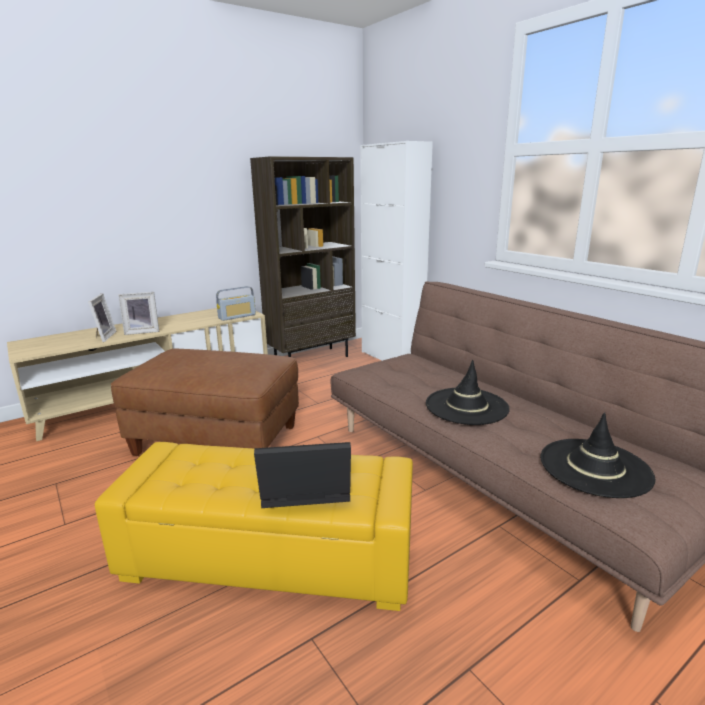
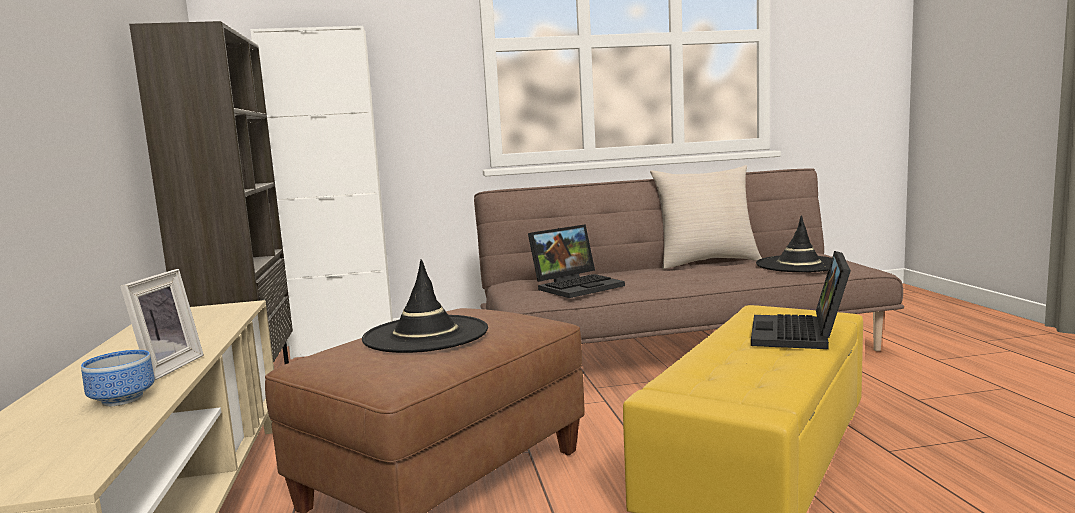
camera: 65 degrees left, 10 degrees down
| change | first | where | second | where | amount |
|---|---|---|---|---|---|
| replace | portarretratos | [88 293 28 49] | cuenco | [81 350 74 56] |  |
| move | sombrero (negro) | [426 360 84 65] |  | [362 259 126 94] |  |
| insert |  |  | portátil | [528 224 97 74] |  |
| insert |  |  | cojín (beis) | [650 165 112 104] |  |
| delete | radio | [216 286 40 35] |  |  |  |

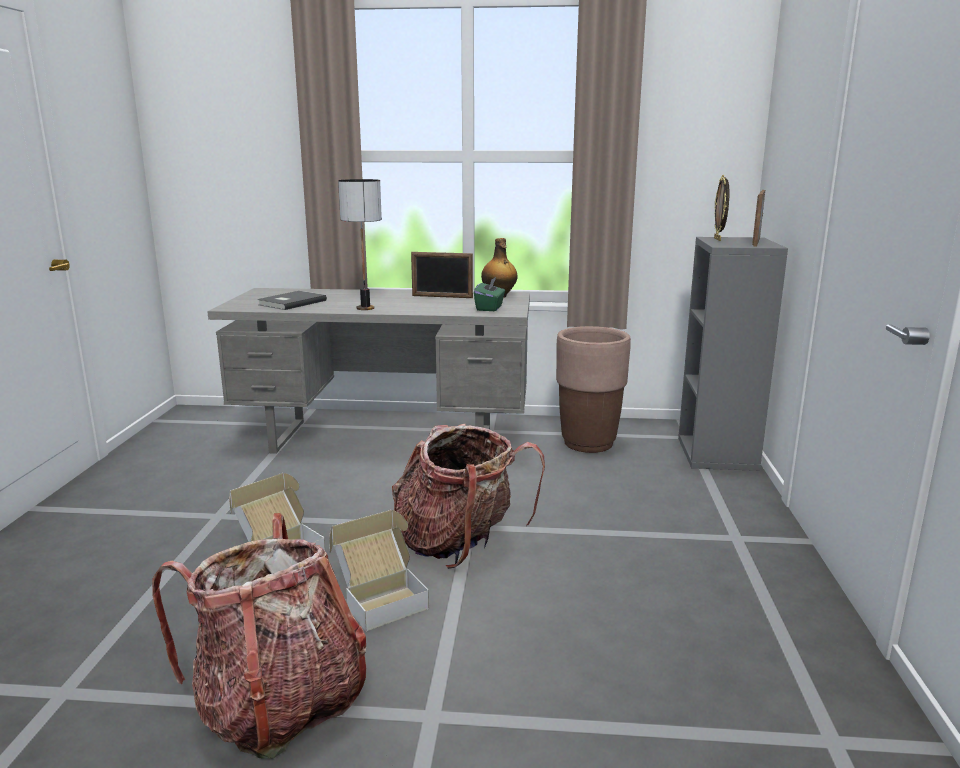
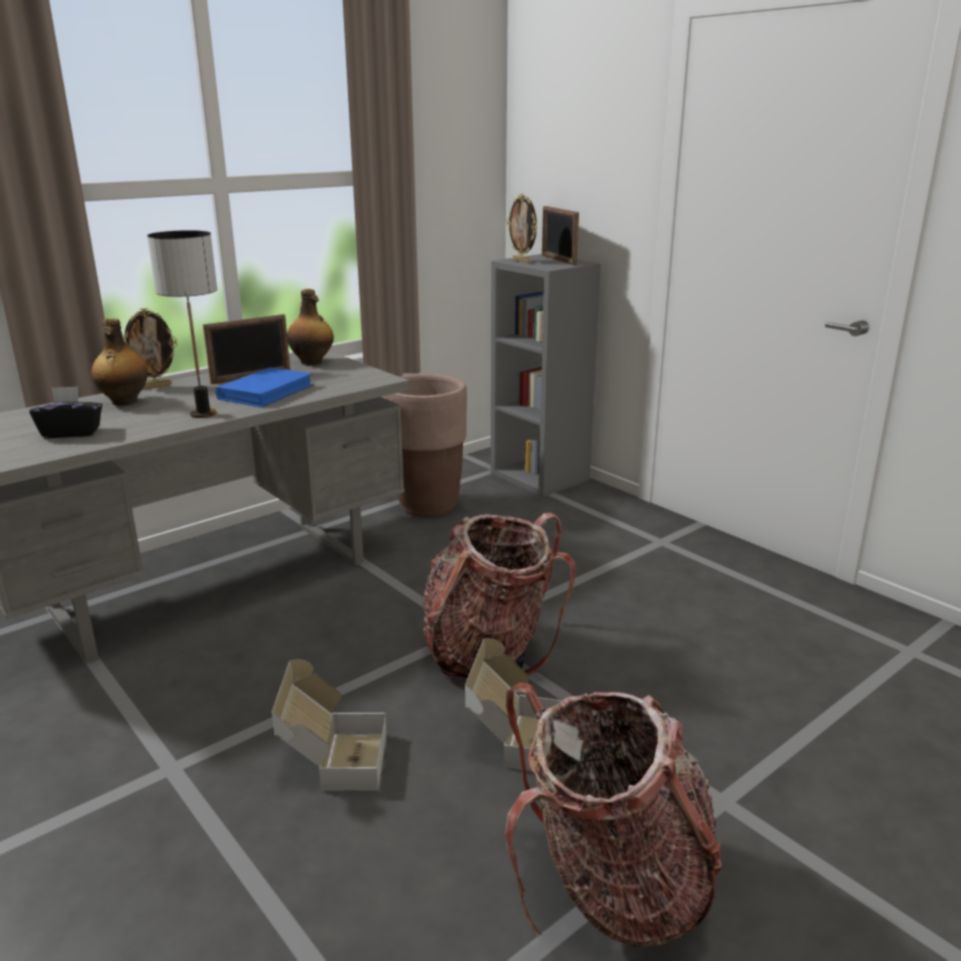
camera: 45 degrees left, 5 degrees up
| change | first | where | second | where | amount |
|---|---|---|---|---|---|
| replace | libro (gris) | [257 291 70 19] | caja de pañuelos (negro) | [29 386 73 52] |  |
| insert |  |  | botella | [91 318 57 88] |  |
| insert |  |  | portarretratos | [124 308 53 81] |  |
| insert |  |  | libro (azul) | [216 367 99 40] |  |
| delete | caja de pañuelos (verde) | [474 277 31 34] |  |  |  |

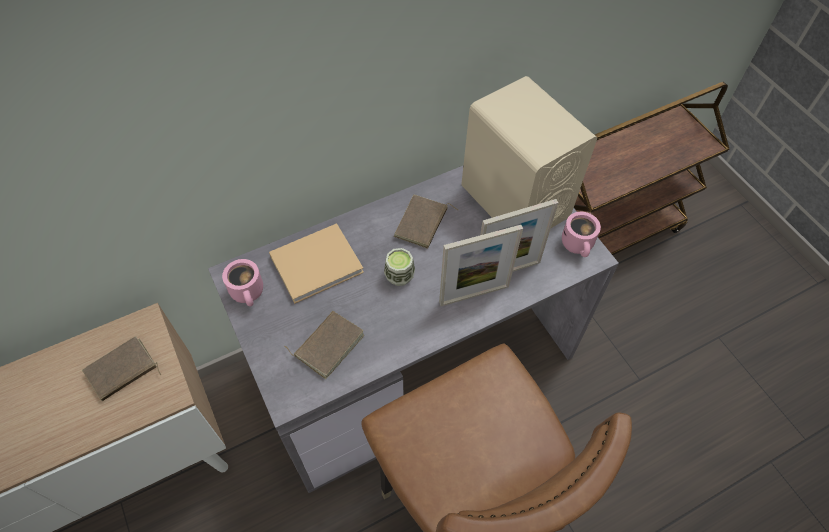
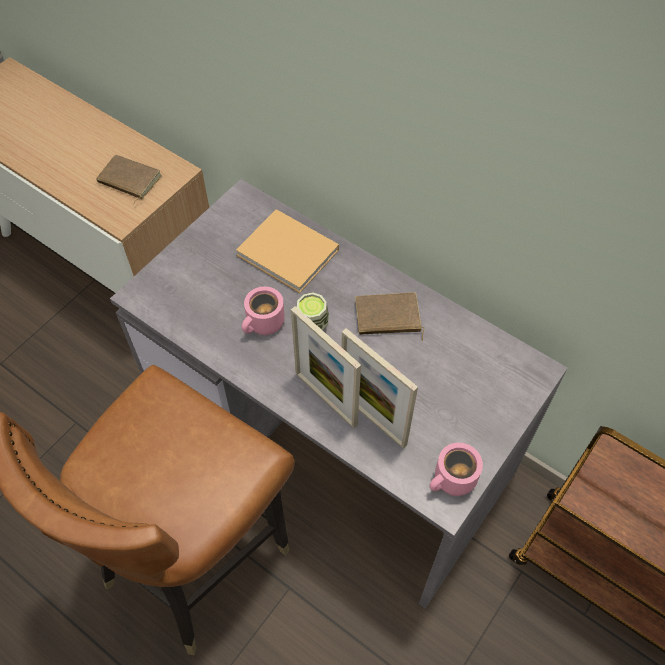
camera: 65 degrees right, 0 degrees up
| change | first | where | second | where | amount |
|---|---|---|---|---|---|
| move | taza grande (rosa) | [222 259 41 47] |  | [242 287 43 48] |  |
| delete | libro (marrón) | [284 311 80 68] |  |  |  |
| delete | altavoz (beis) | [461 76 136 152] |  |  |  |

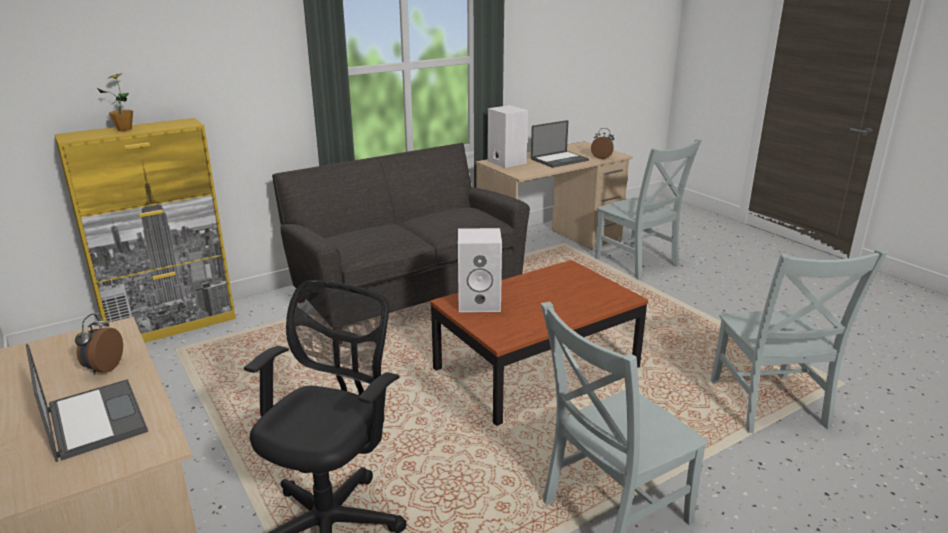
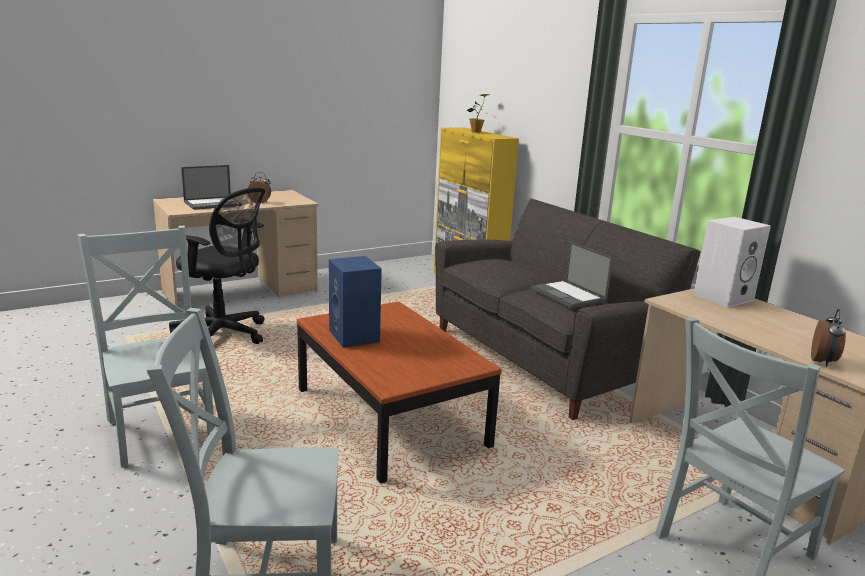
camera: 90 degrees right, 5 degrees down
| change | first | where | second | where | amount |
|---|---|---|---|---|---|
| insert |  |  | altavoz (azul) | [329 256 53 92] |  |
| move | portátil | [531 120 58 48] |  | [531 242 82 66] |  |
| delete | altavoz (blanco) | [458 228 44 84] |  |  |  |

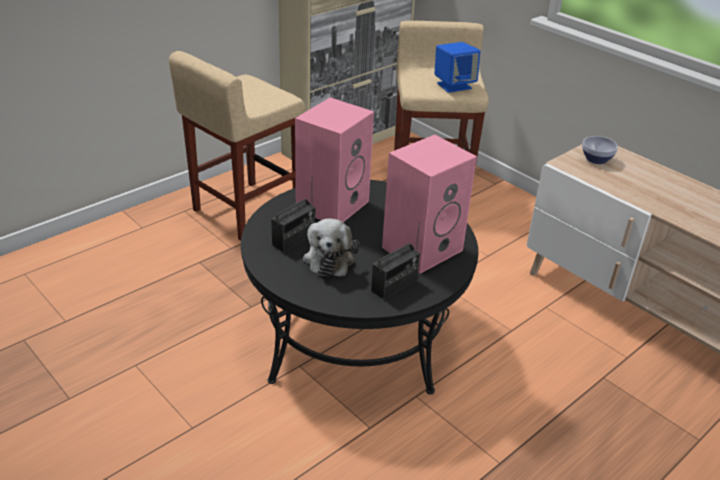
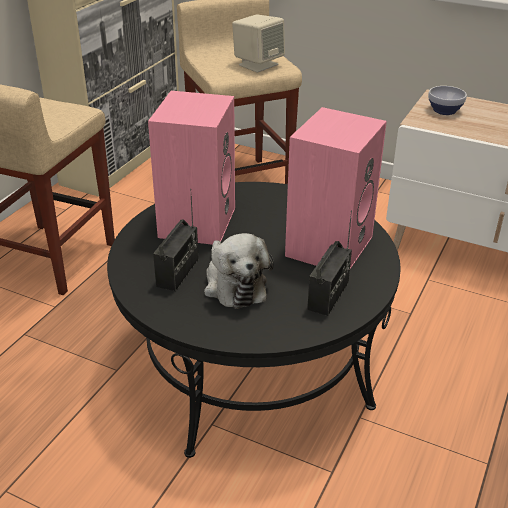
camera: 20 degrees left, 0 degrees up
| change | first | where | second | where | amount |
|---|---|---|---|---|---|
| recolor | altavoz (azul) | [434 42 46 51] | altavoz (beis) | [232 14 53 59] |  |

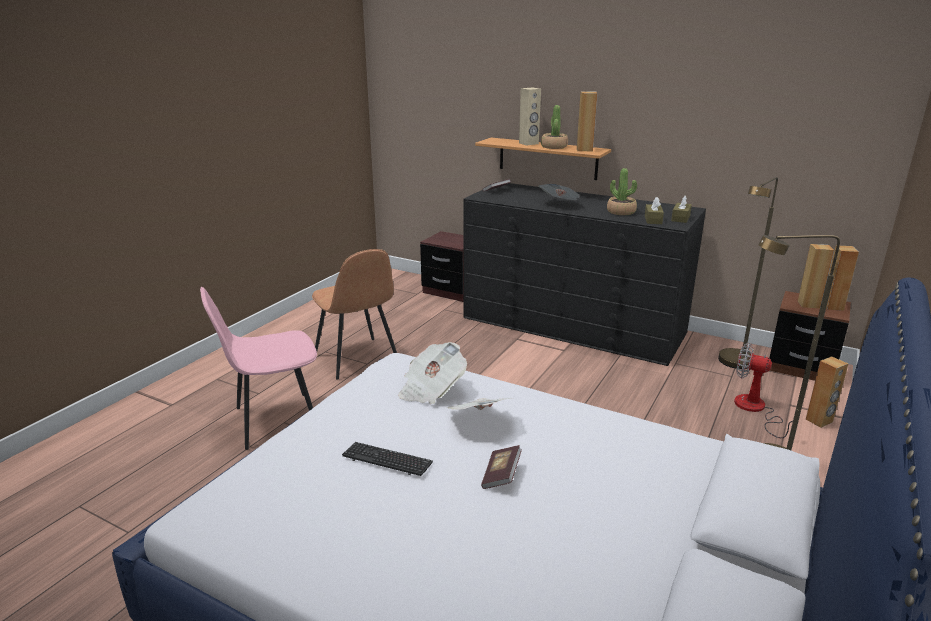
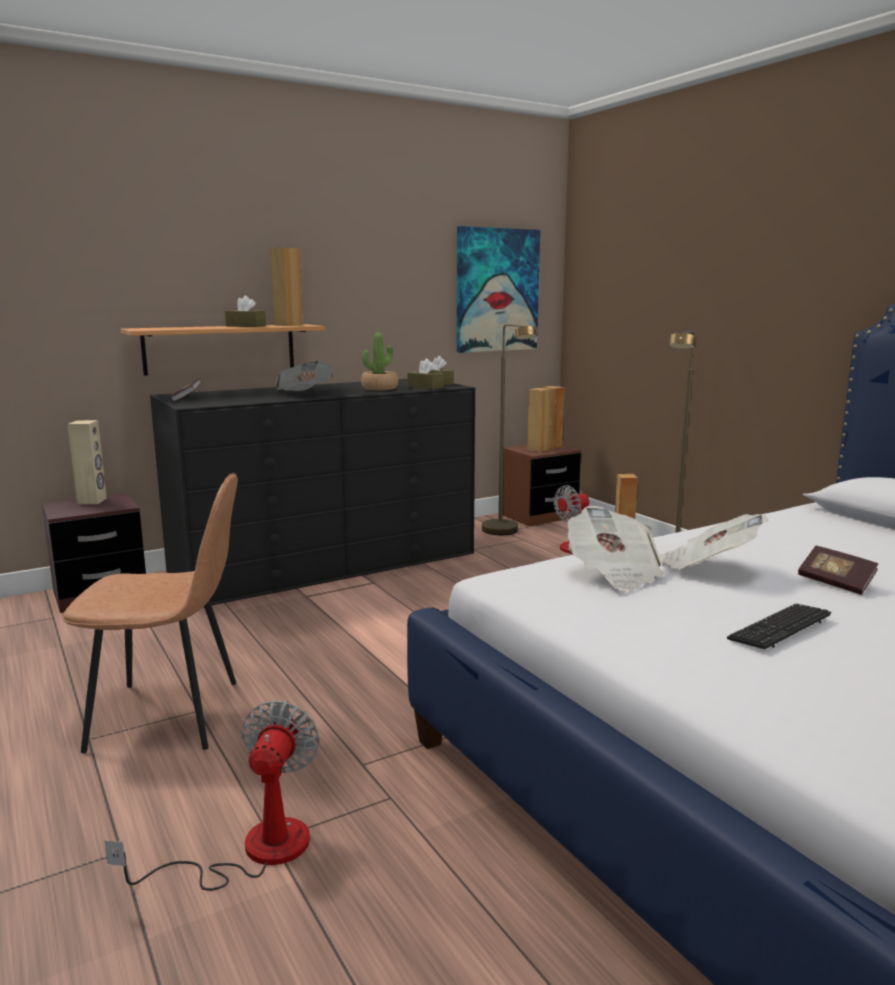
camera: 60 degrees left, 10 degrees down
| change | first | where | second | where | amount |
|---|---|---|---|---|---|
| move | altavoz (beis) | [519 87 22 58] |  | [68 420 39 84] |  |
| replace | silla (rosa) | [200 287 117 163] | ventilador | [105 700 215 191] |  |
| replace | planta en maceta | [541 105 27 44] | caja de pañuelos (marrón) | [225 296 41 31] |  |
| insert |  |  | cuadro | [457 226 83 127] |  |

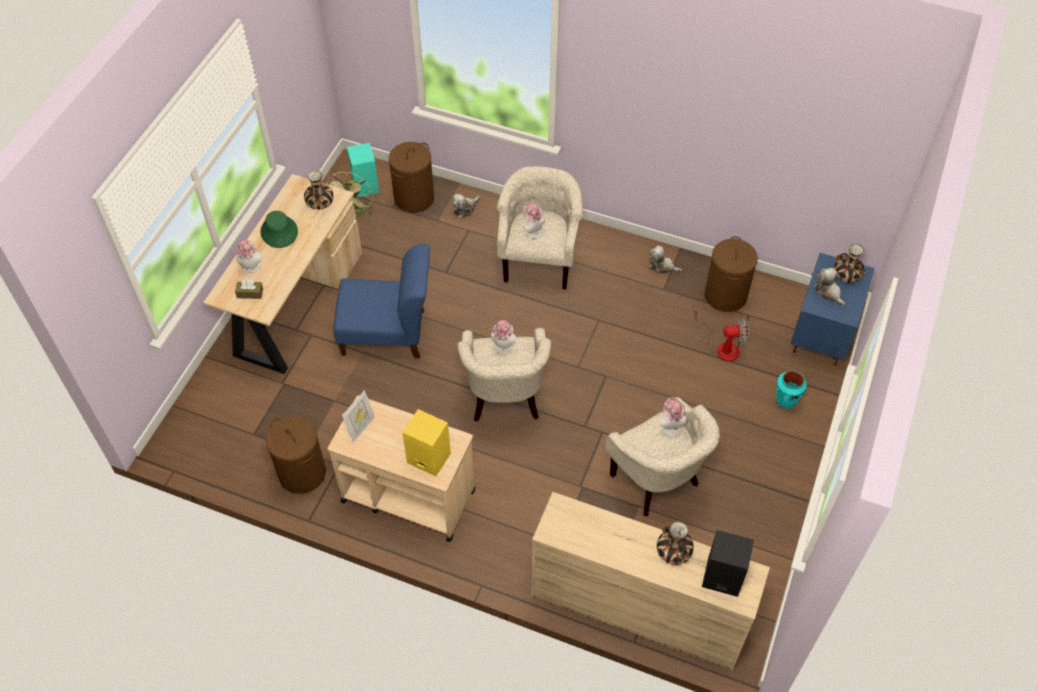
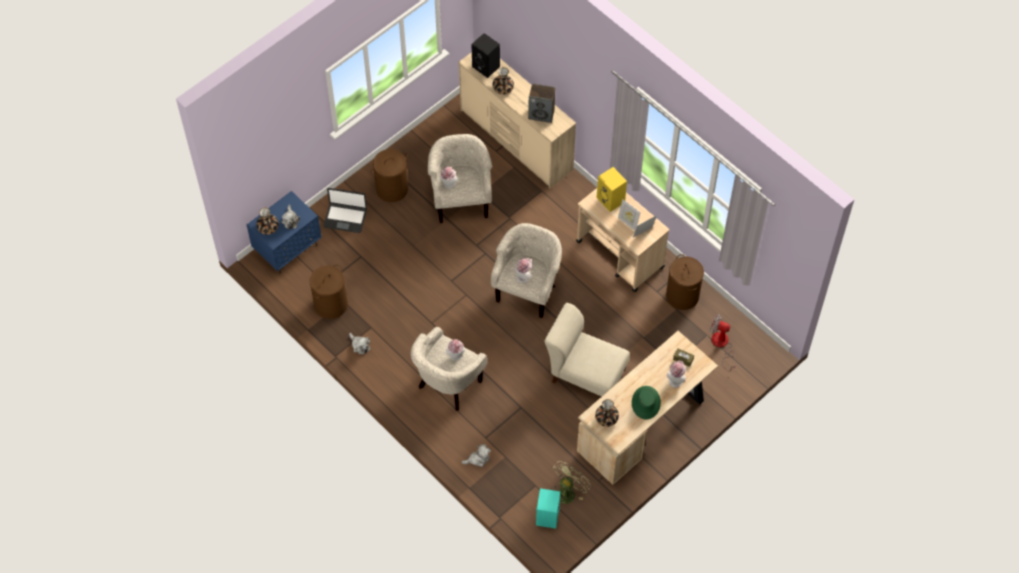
camera: 155 degrees left, 5 degrees up
| change | first | where | second | where | amount |
|---|---|---|---|---|---|
| replace | florero (turquesa) | [776 371 31 38] | portátil | [323 188 44 45] |  |
| move | cesto de la ropa (marrón) | [389 142 45 71] |  | [371 149 37 53] |  |
| insert |  |  | altavoz | [528 84 27 39] |  |
| recolor | silla (azul) | [333 244 97 115] | silla (beis) | [544 303 86 94] |  |
| insert |  |  | portarretratos | [618 199 23 31] |  |
| move | ventilador | [692 307 57 55] |  | [710 314 26 57] |  |

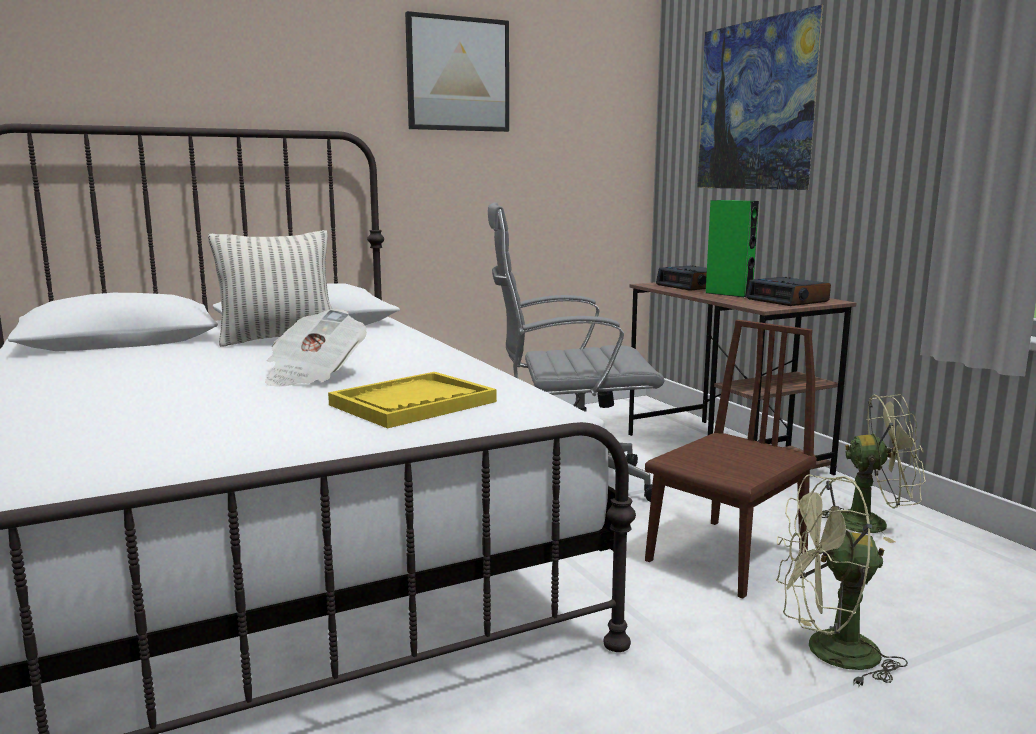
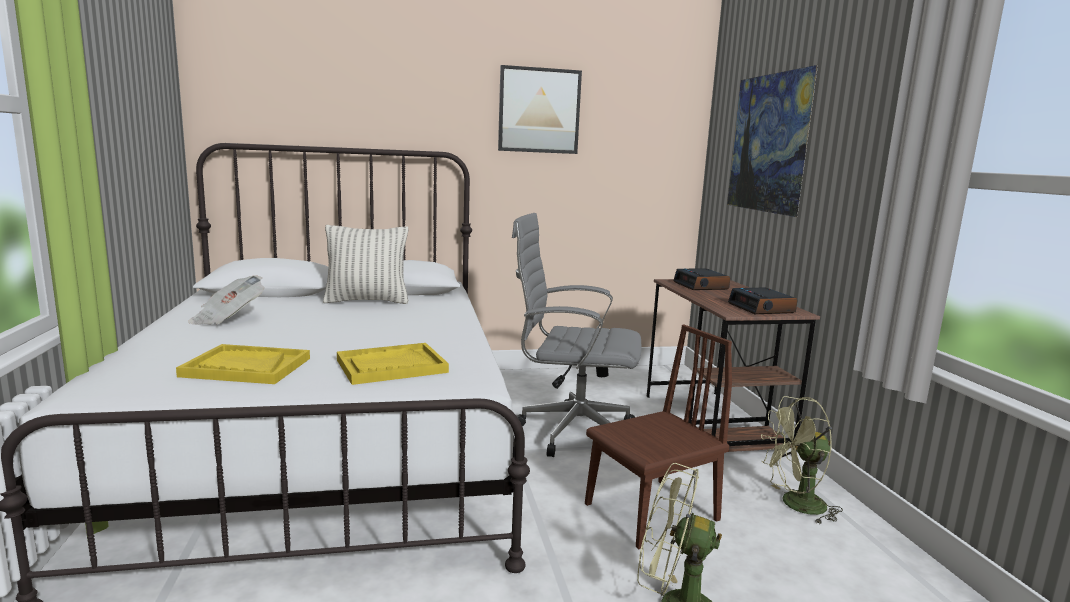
camera: 15 degrees right, 0 degrees up
| change | first | where | second | where | amount |
|---|---|---|---|---|---|
| insert |  |  | bandeja (amarillo) | [176 344 134 40] |  |
| move | periódico | [265 309 102 78] |  | [188 275 76 50] |  |
| rotate | ventilador (verde) | [821 394 105 149] |  | [761 396 82 128] | 150 degrees clockwise |
| delete | altavoz (verde) | [706 200 53 98] |  |  |  |

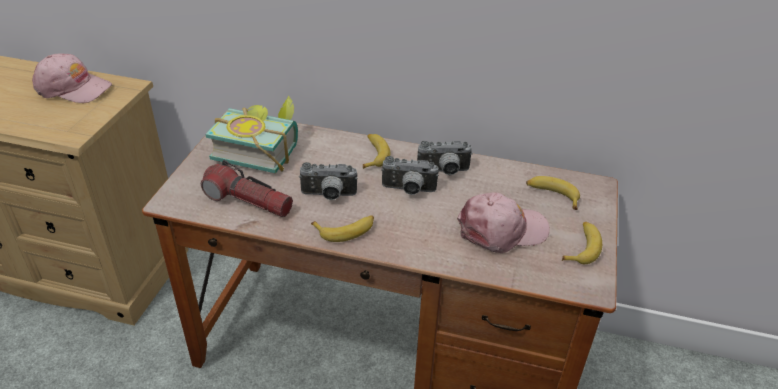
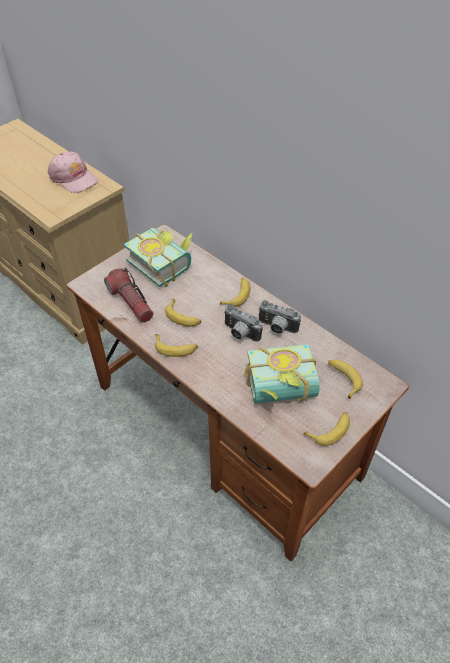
camera: 30 degrees right, 10 degrees up
| change | first | where | second | where | amount |
|---|---|---|---|---|---|
| replace | cámara | [299 162 59 38] | plátano | [165 299 36 28] |  |
| replace | gorra (rosa) | [457 192 93 61] | libro | [245 344 75 60] |  |

